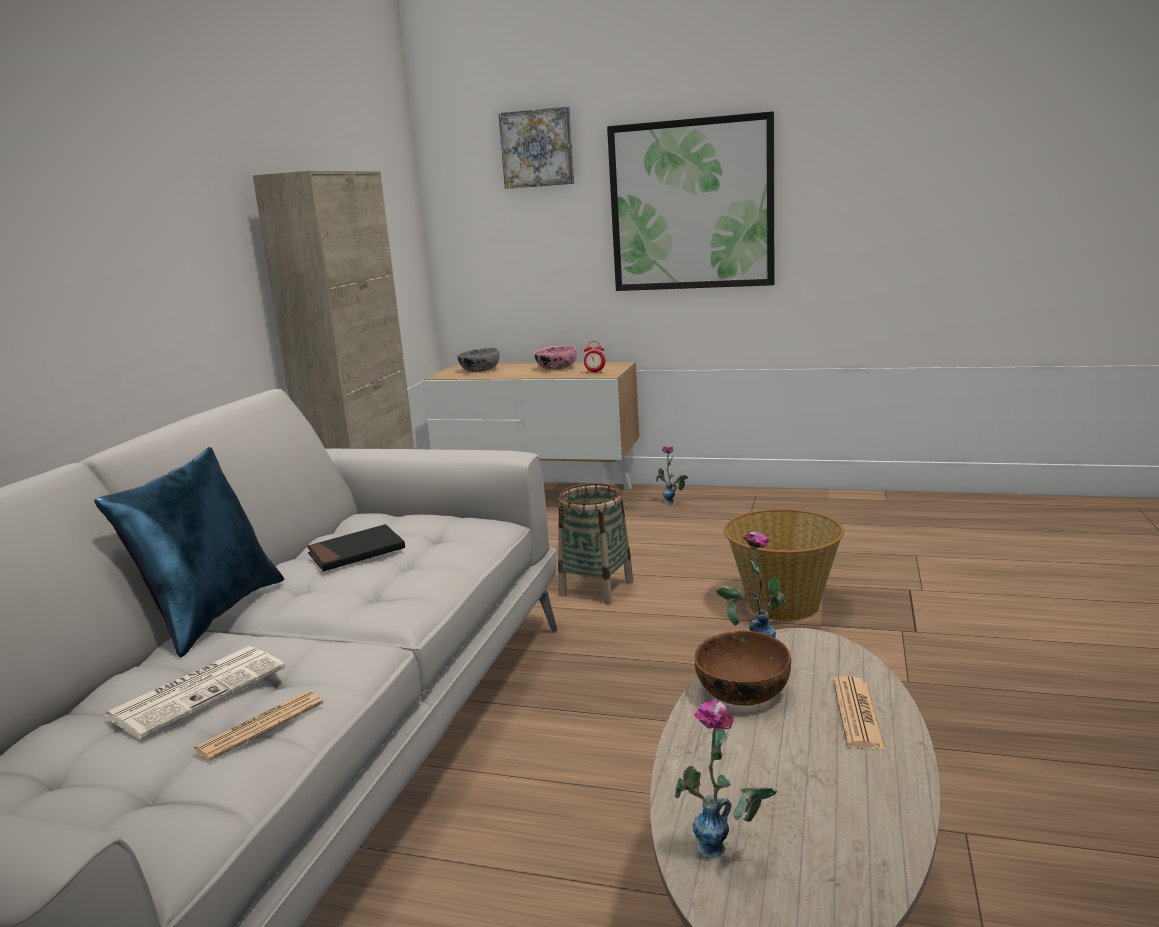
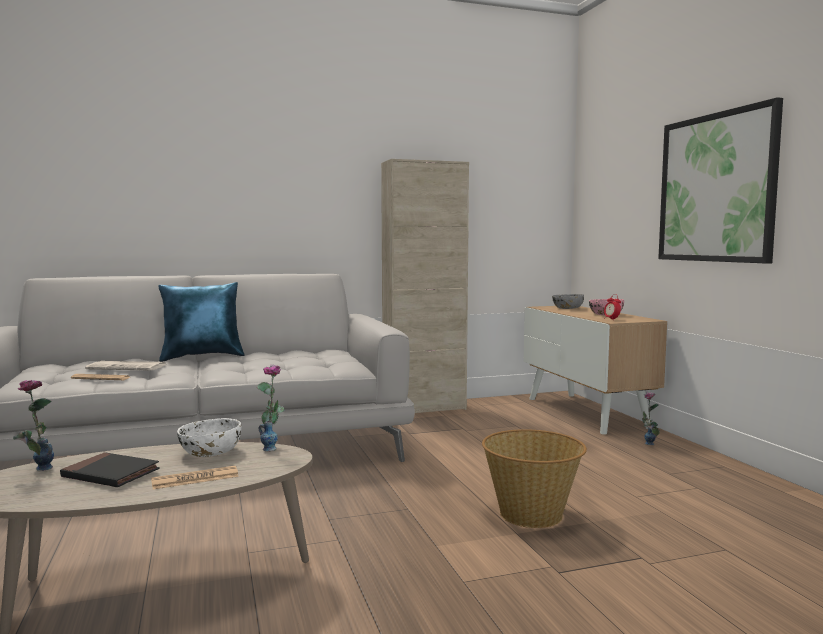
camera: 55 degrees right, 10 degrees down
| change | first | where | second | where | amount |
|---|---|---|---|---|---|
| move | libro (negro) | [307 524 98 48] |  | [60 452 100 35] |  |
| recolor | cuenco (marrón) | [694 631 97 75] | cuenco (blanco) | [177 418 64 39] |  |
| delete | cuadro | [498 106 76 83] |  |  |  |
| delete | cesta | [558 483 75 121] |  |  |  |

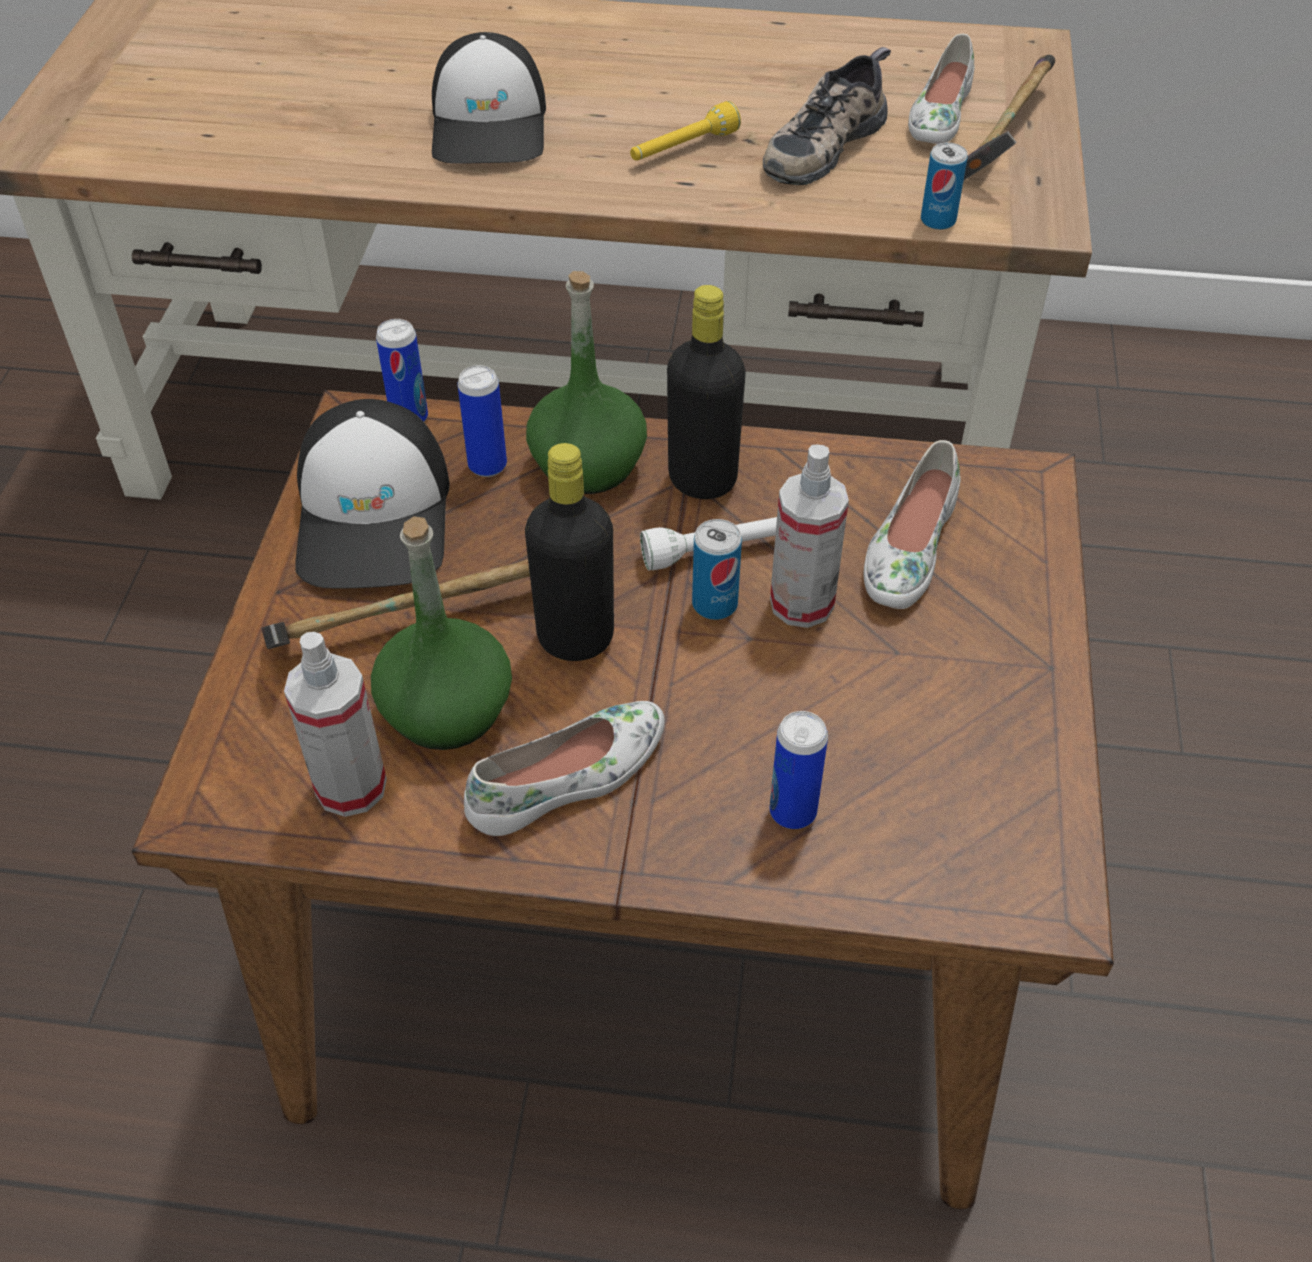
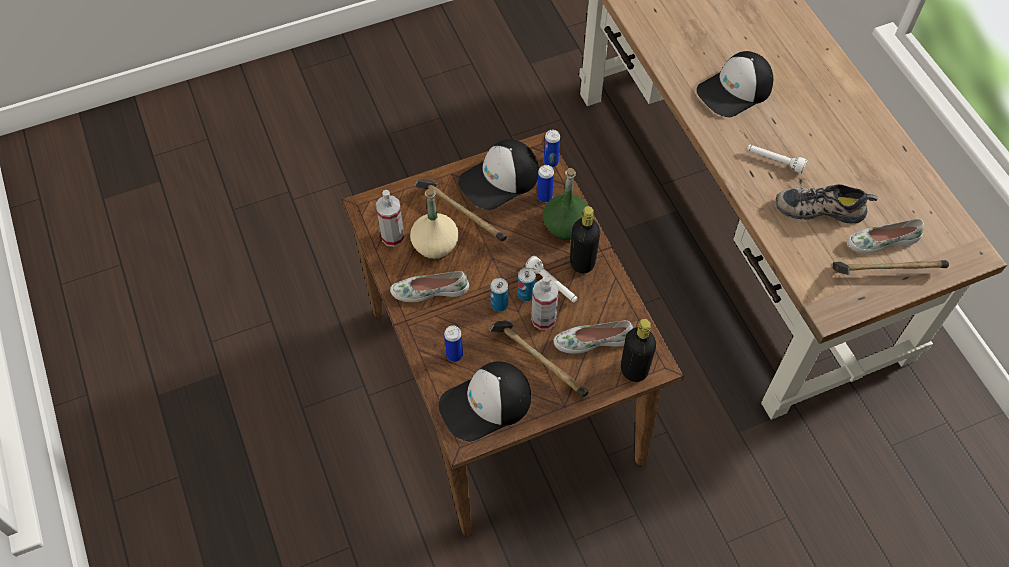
camera: 60 degrees right, 10 degrees up
| change | first | where | second | where | amount |
|---|---|---|---|---|---|
| rotate | zapato (blanco) | [464 701 201 135] |  | [390 271 79 31] | 150 degrees clockwise |
| recolor | botella (verde) | [371 516 141 234] | botella (beis) | [410 188 49 71] |  |
| insert |  |  | gorra | [438 361 93 81] |  |
| move | lata | [921 143 47 87] |  | [490 278 18 34] |  |
| insert |  |  | martillo | [490 320 98 77] |  |
| move | botella (negro) | [525 443 89 218] |  | [621 319 35 63] |  |
| recolor | linterna (amarillo) | [630 101 111 60] | linterna (blanco) | [747 145 60 28] |  |

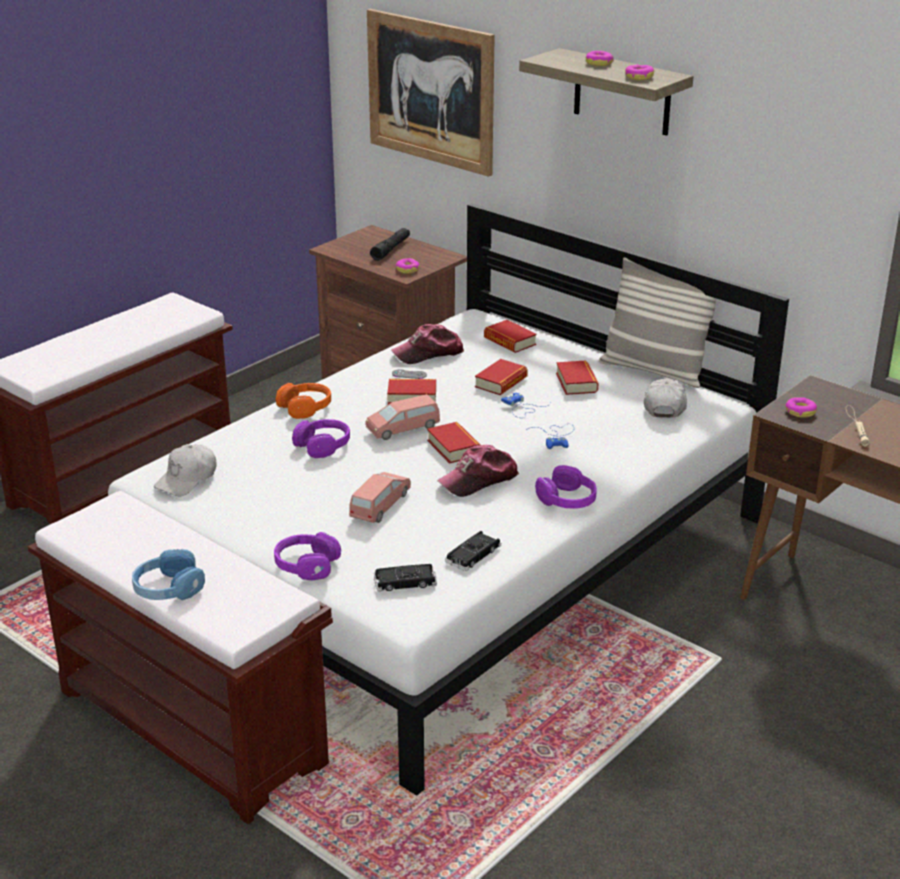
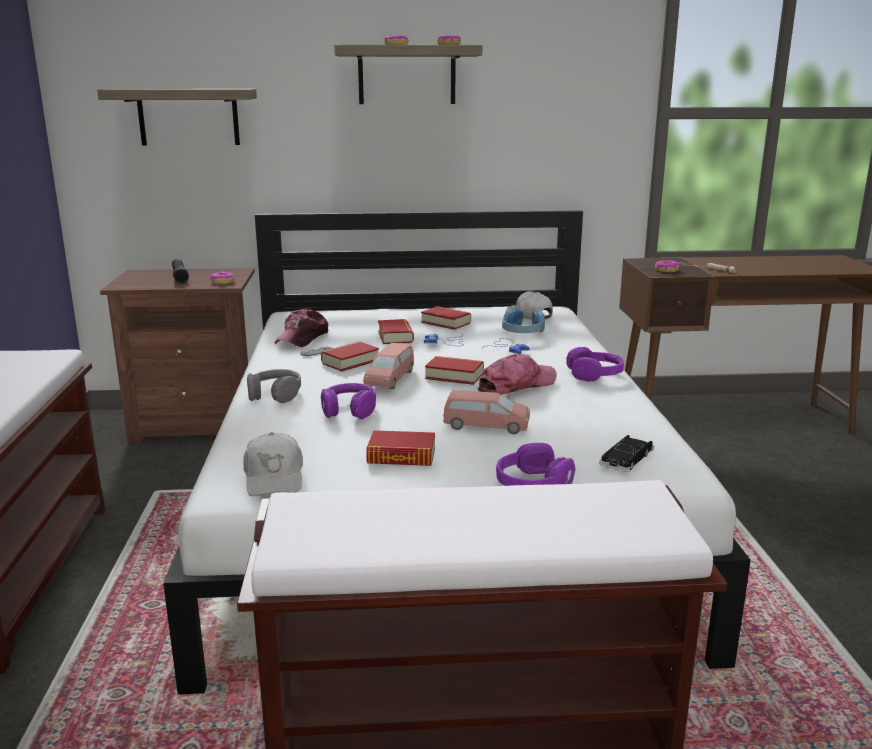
camera: 45 degrees left, 10 degrees down
| change | first | where | second | where | amount |
|---|---|---|---|---|---|
| replace | cuadro | [367 9 128 168] | estante | [97 89 160 57] |  |
| recolor | auriculares (naranja) | [276 383 55 36] | auriculares (gris) | [247 369 54 34] |  |
| move | libro | [484 320 53 33] |  | [366 430 69 36] |  |
| rotate | coche de juguete (rosa) | [349 472 62 51] |  | [443 390 87 44] | 120 degrees clockwise |
| rotate | gorra | [437 445 82 52] |  | [478 354 79 41] | 135 degrees counterclockwise |
| move | auriculares (azul) | [132 549 73 51] |  | [502 308 43 25] |  |
| delete | coche de juguete (negro) | [445 531 57 40] |  |  |  |
| delete | cojín | [599 257 117 131] |  |  |  |

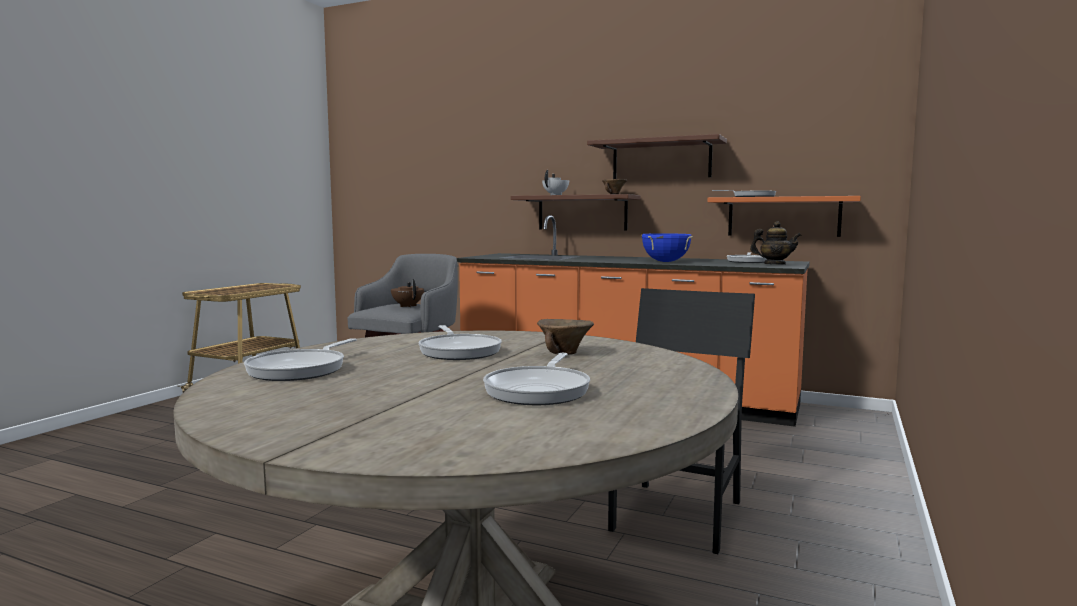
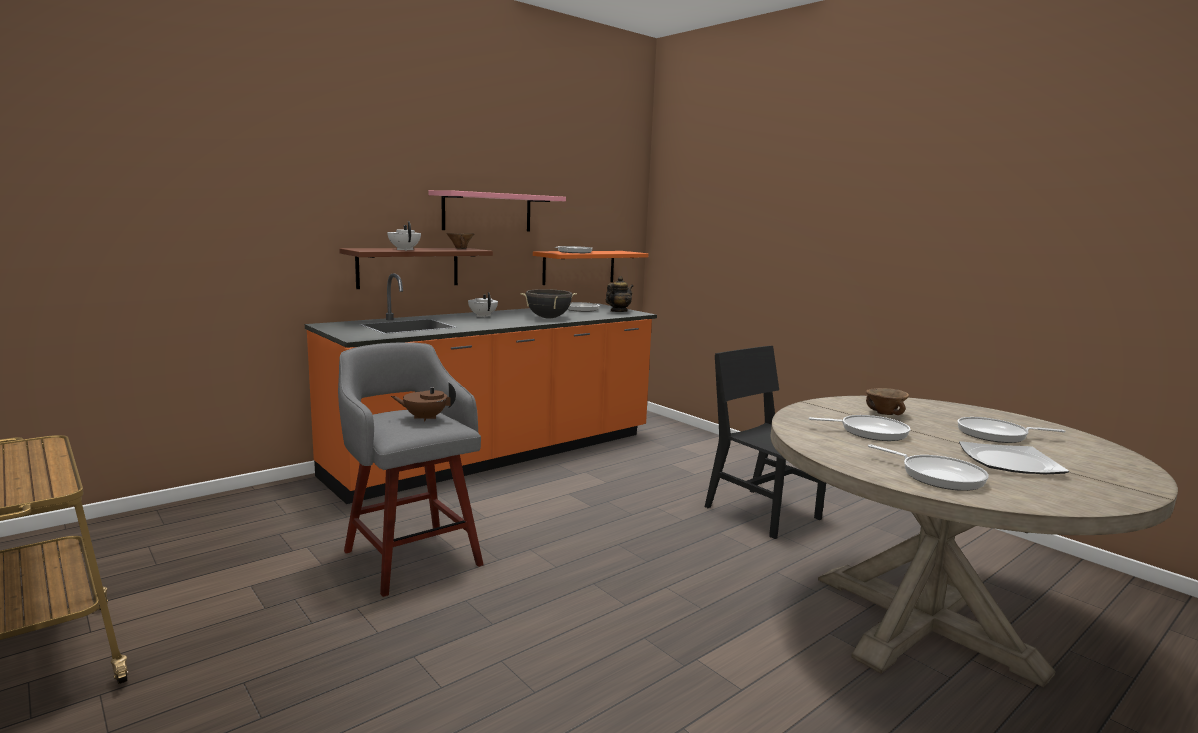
camera: 65 degrees left, 5 degrees up
| change | first | where | second | where | amount |
|---|---|---|---|---|---|
| recolor | estante (marrón) | [587 134 140 45] | estante (rosa) | [428 190 138 41] |  |
| insert |  |  | tetera (blanco) | [468 292 30 26] |  |
| recolor | olla (azul) | [641 233 52 29] | olla (negro) | [521 289 56 30] |  |
| rotate | sartén | [483 353 107 52] |  | [957 417 108 26] | 150 degrees clockwise |
| insert |  |  | plato | [959 441 110 33] |  |

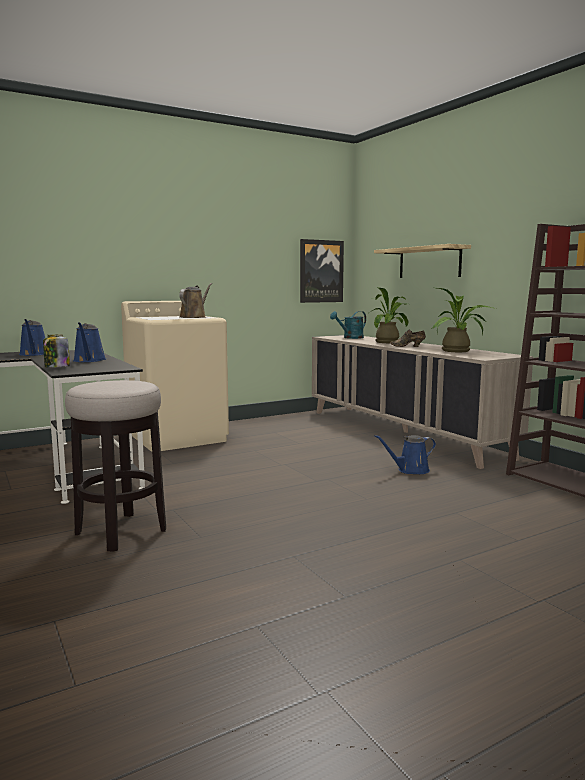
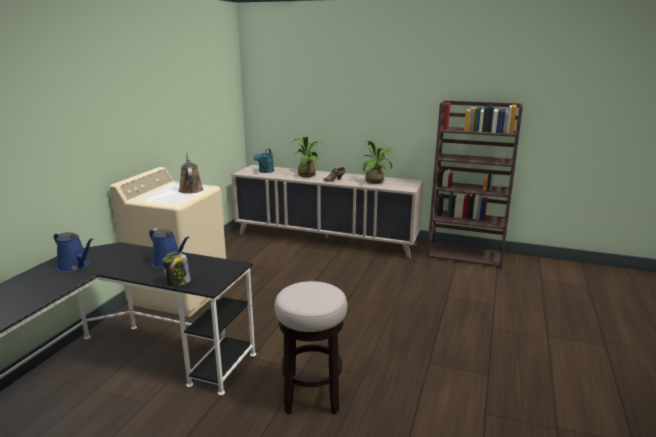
camera: 40 degrees left, 10 degrees up
| change | first | where | second | where | amount |
|---|---|---|---|---|---|
| delete | cuadro | [300 239 44 64] |  |  |  |
| delete | estante | [374 244 97 34] |  |  |  |
| delete | regadera (azul) | [375 435 61 39] |  |  |  |

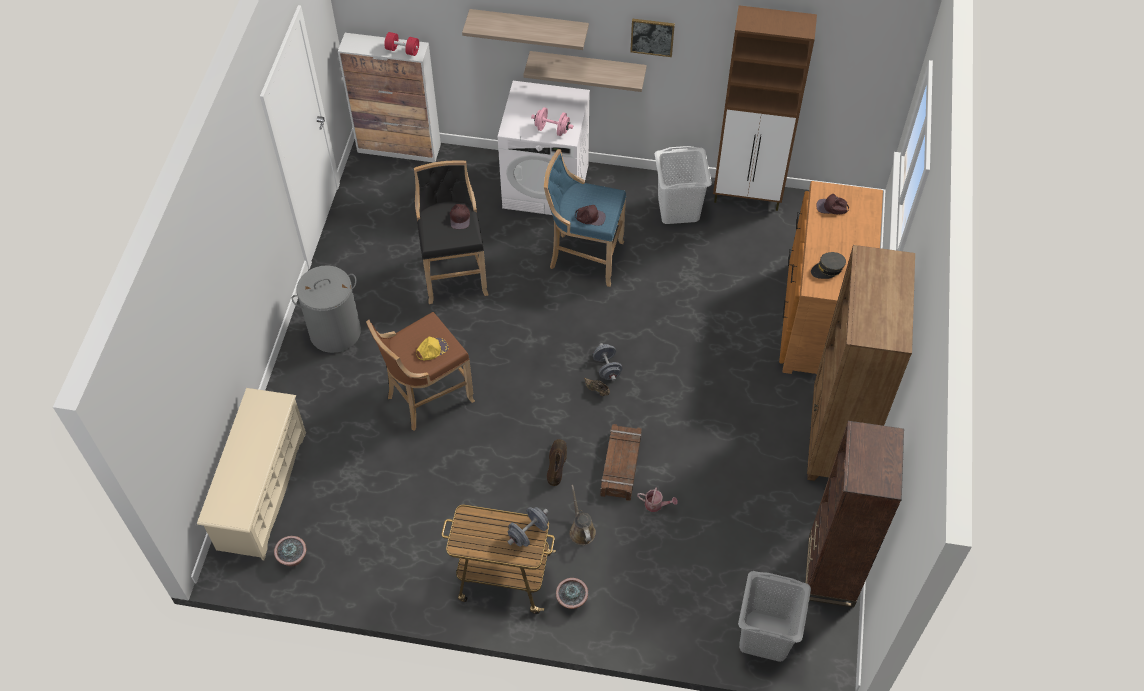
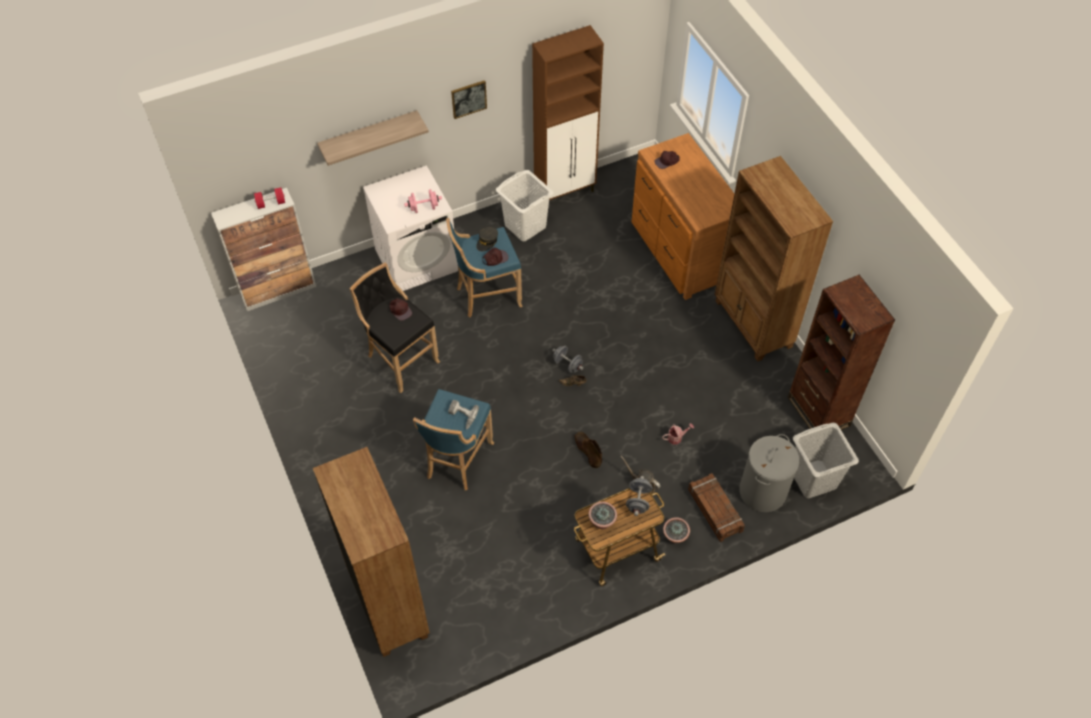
camera: 35 degrees left, 0 degrees up
| change | first | where | second | where | amount |
|---|---|---|---|---|---|
| replace | zapatero (beis) | [197 388 109 172] | estantería (marrón) | [313 447 117 210] |  |
| recolor | taburete (marrón) | [366 312 109 119] | taburete (azul) | [413 389 81 101] |  |
| replace | gorra (amarillo) | [416 336 32 24] | taladro | [448 400 31 29] |  |
| move | gorra (gris) | [811 252 35 27] |  | [476 227 22 24] |  |
| move | planta en maceta | [274 536 33 30] |  | [588 501 29 28] |  |
| move | caja de embalaje | [600 424 42 77] |  | [688 473 57 69] |  |
| move | cesto de la ropa (gris) | [292 265 69 88] |  | [739 434 60 78] |  |
| delete | estante | [523 51 124 41] |  |  |  |

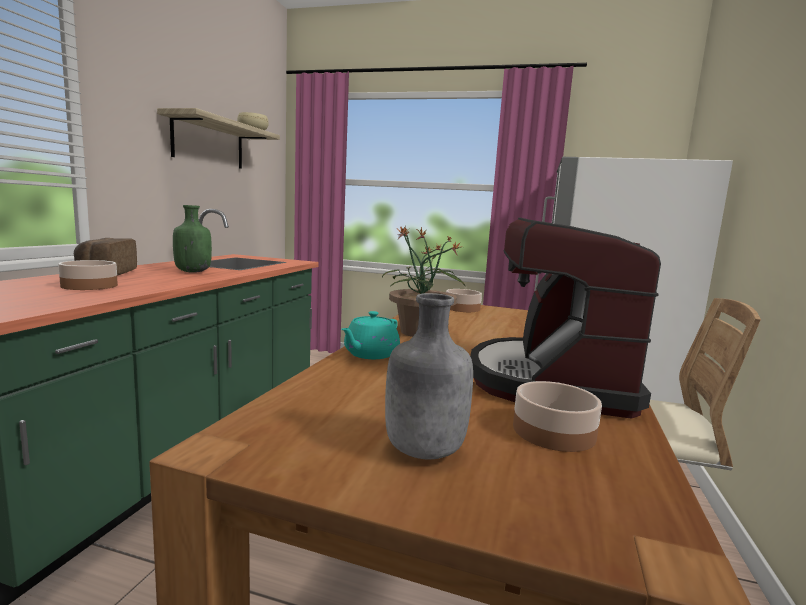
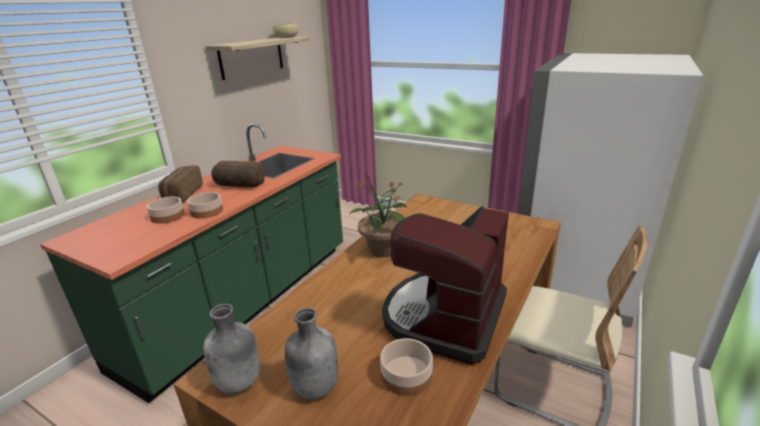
camera: 15 degrees right, 15 degrees up
| change | first | where | second | where | amount |
|---|---|---|---|---|---|
| move | cuenco | [446 289 36 23] |  | [187 192 36 27] |  |
| insert |  |  | botella (gris) | [203 304 57 89] |  |
| replace | botella (verde) | [173 205 39 68] | pan | [211 161 54 26] |  |
| delete | tetera (turquesa) | [341 311 59 48] |  |  |  |

